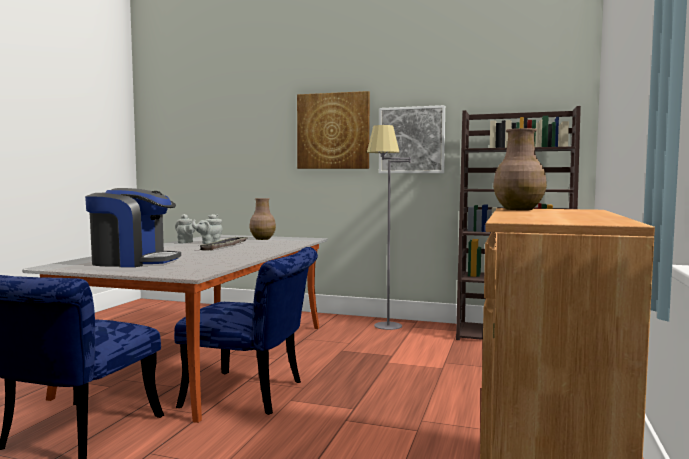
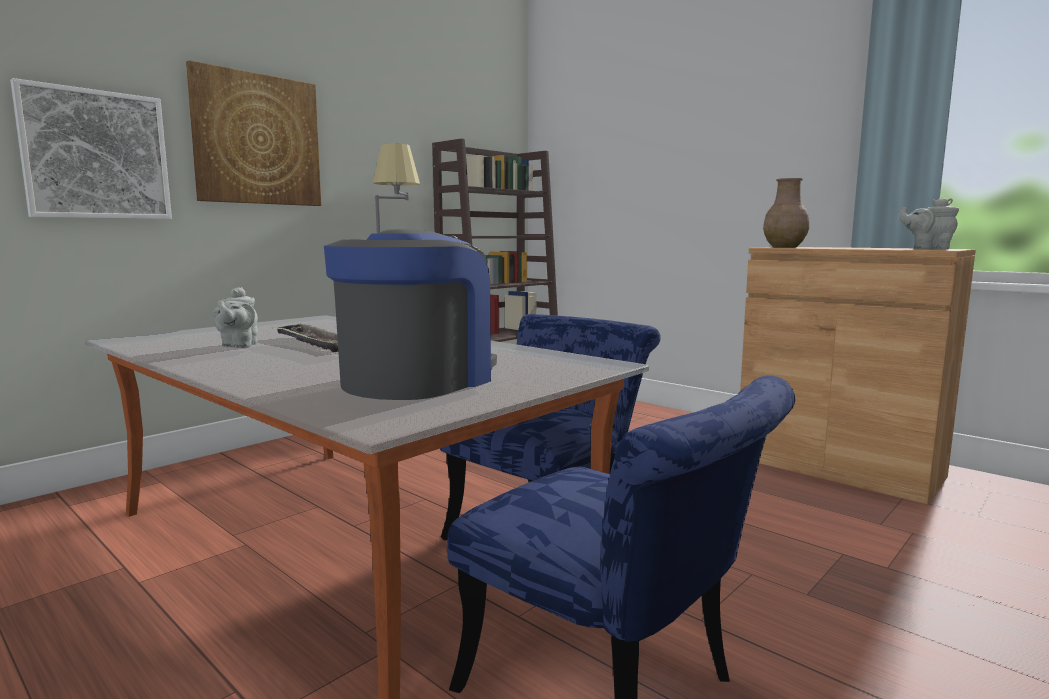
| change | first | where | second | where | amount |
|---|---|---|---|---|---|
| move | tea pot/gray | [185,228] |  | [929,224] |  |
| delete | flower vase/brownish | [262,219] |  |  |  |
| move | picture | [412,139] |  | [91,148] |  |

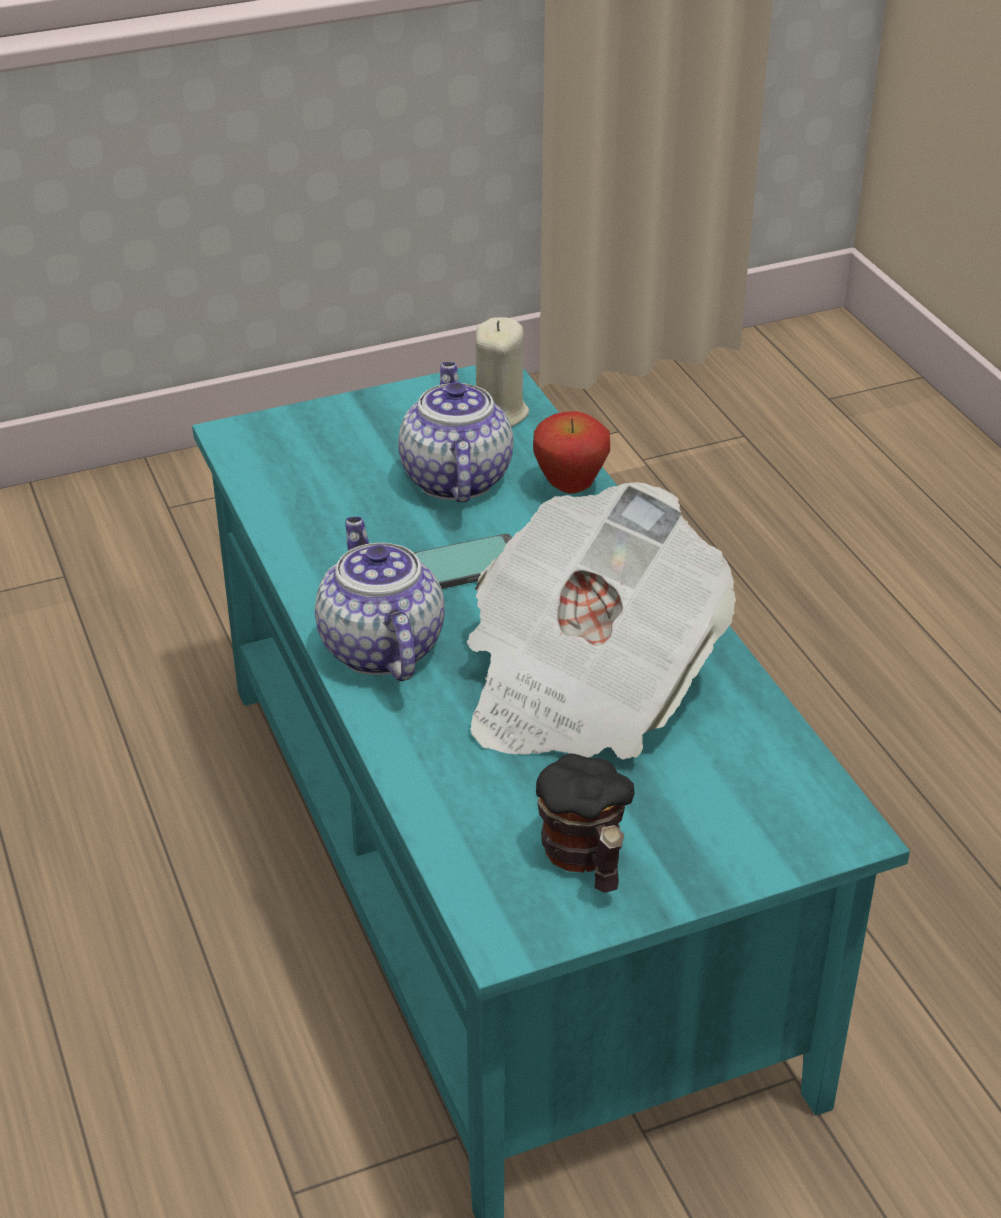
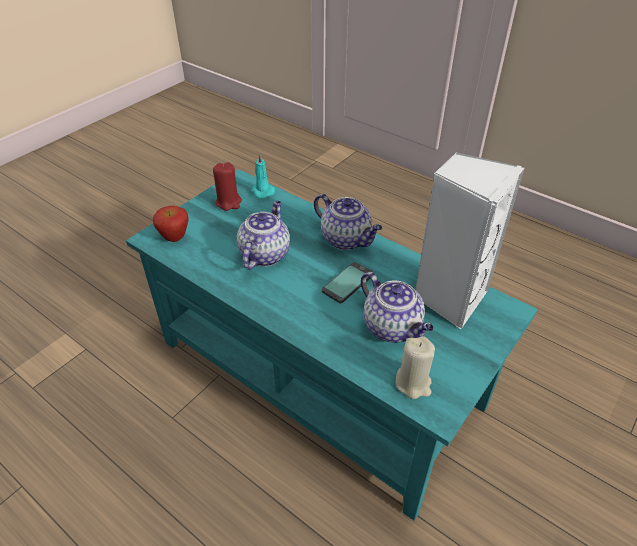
| change | first | where | second | where | amount |
|---|---|---|---|---|---|
| replace | printed paper | [601,620] | tea pot | [263,235] |  |
| move | apple | [571,452] |  | [171,224] |  |
| replace | tea mug | [585,823] | wax candle/reddish | [227,186] |  |
| insert |  |  | wax candle/blue-green | [263,175] |  |
| insert |  |  | loudspeaker/white-coloured | [470,241] |  |

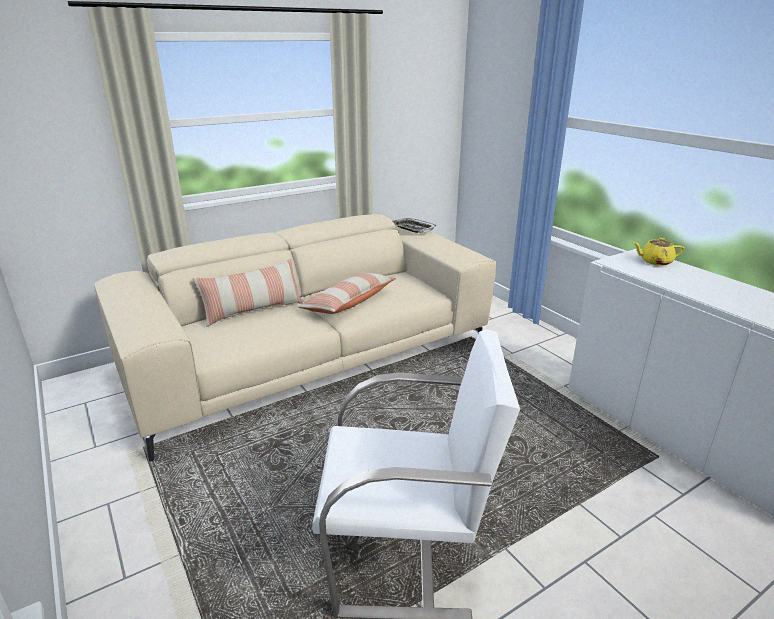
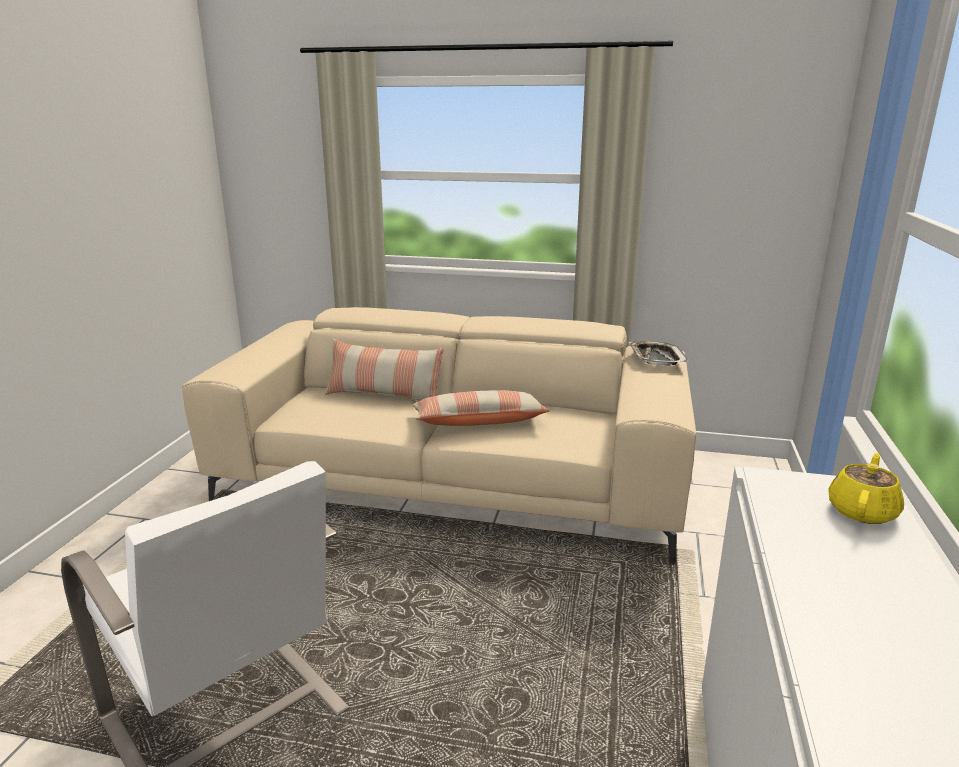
| change | first | where | second | where | amount |
|---|---|---|---|---|---|
| rotate | tea pot/yellow-coloured | [658,252] |  | [866,488] | 75 degrees clockwise |

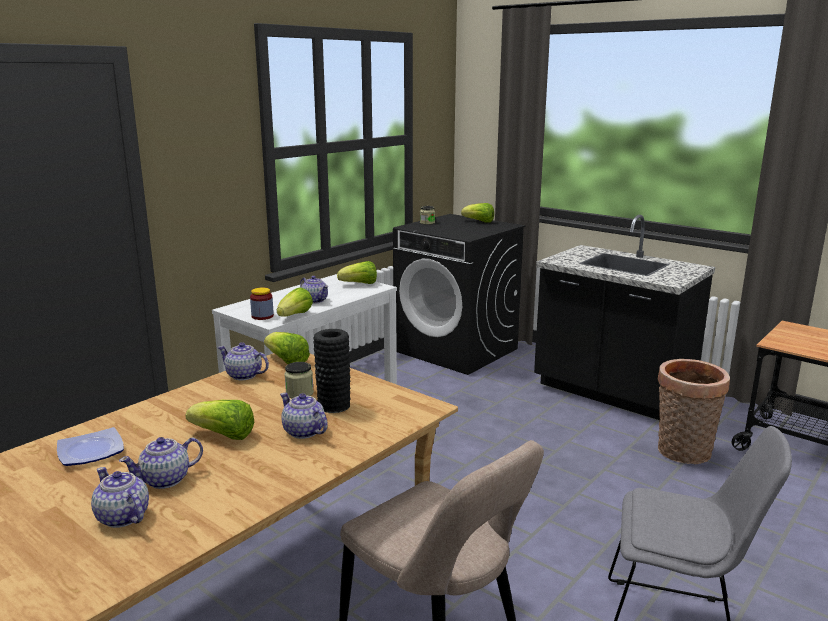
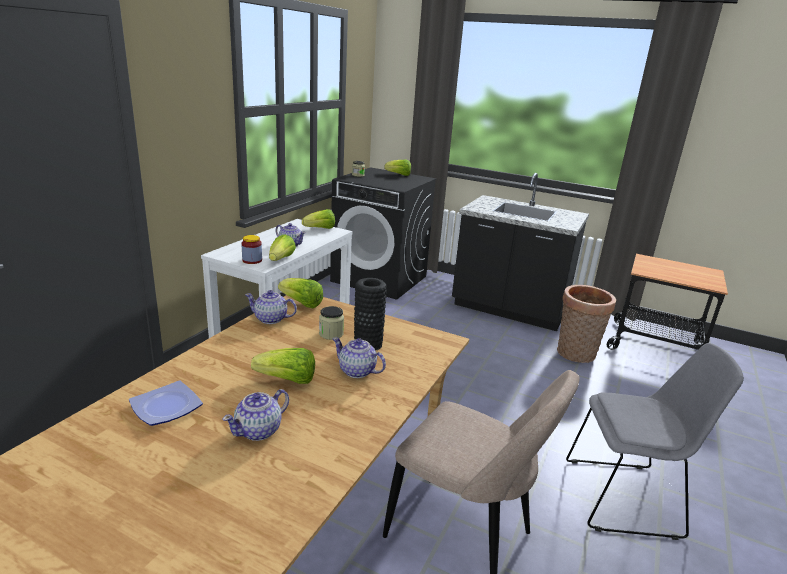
| change | first | where | second | where | amount |
|---|---|---|---|---|---|
| delete | tea pot | [120,497] |  |  |  |

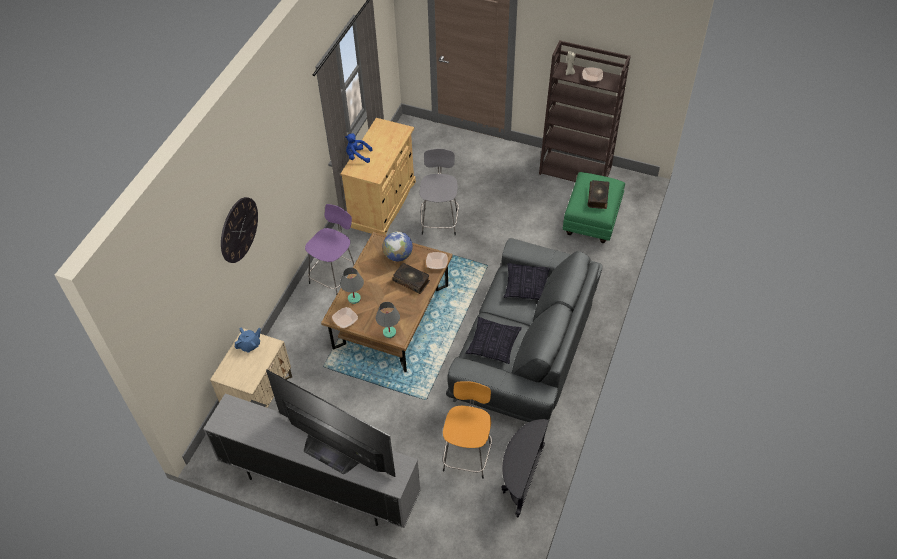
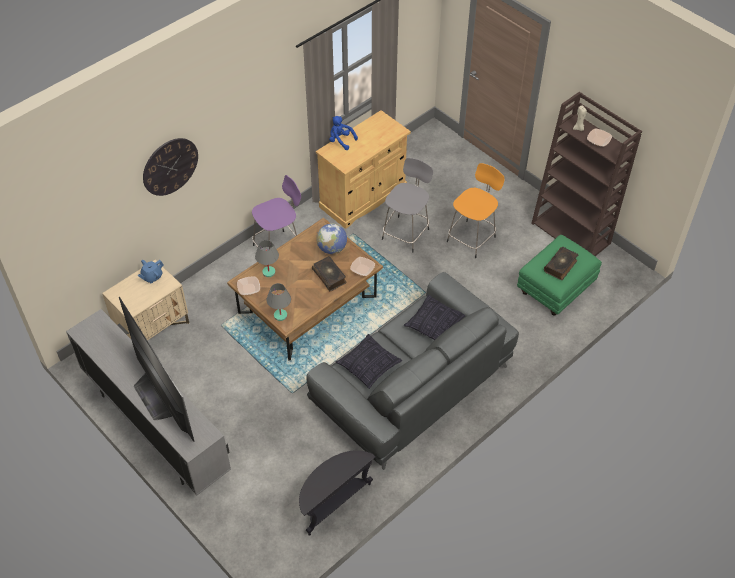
| change | first | where | second | where | amount |
|---|---|---|---|---|---|
| rotate | tea pot/blue-coloured | [248,340] |  | [150,271] | 150 degrees clockwise |
| move | sitting stool/orangey | [467,430] |  | [476,210] |  |

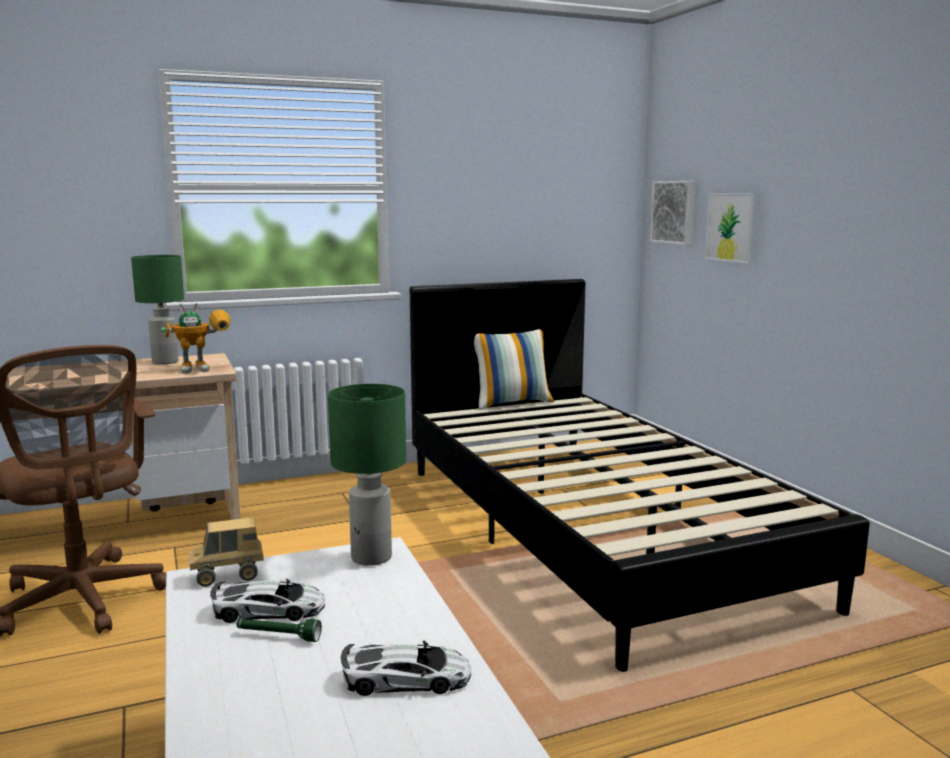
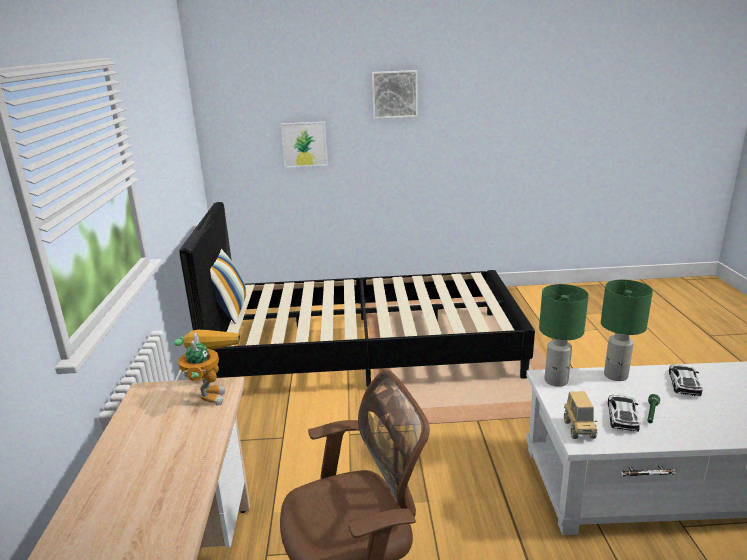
| change | first | where | second | where | amount |
|---|---|---|---|---|---|
| move | tabletop lamp/greenish | [157,310] |  | [627,330] |  |
| move | picture | [673,213] |  | [395,94] |  |

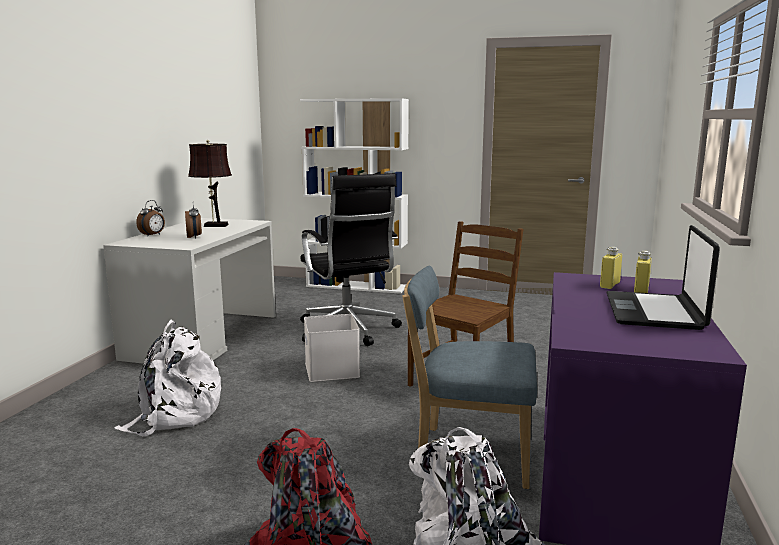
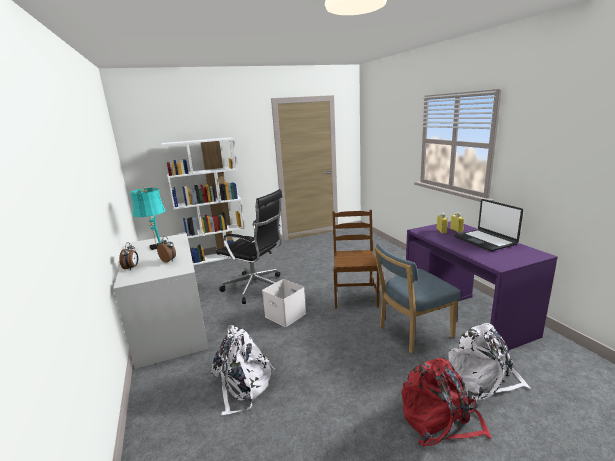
| change | first | where | second | where | amount |
|---|---|---|---|---|---|
| recolor | tabletop lamp/brownish | [210,183] | tabletop lamp/blue-green | [148,218] |  |

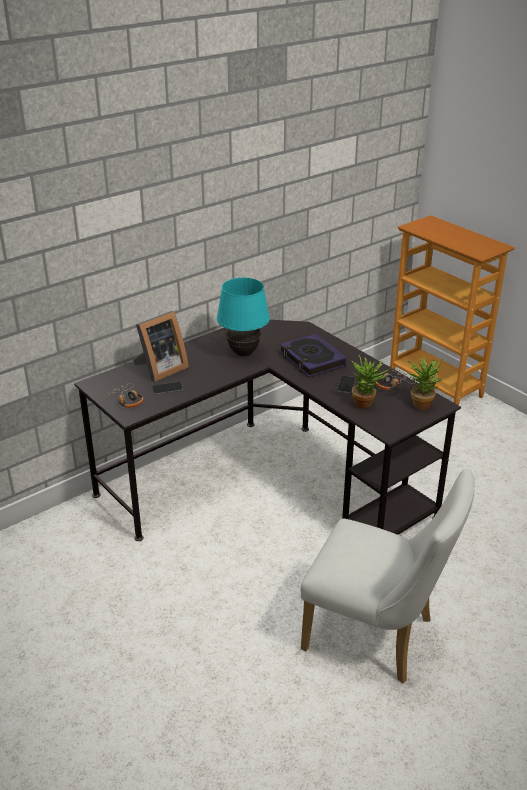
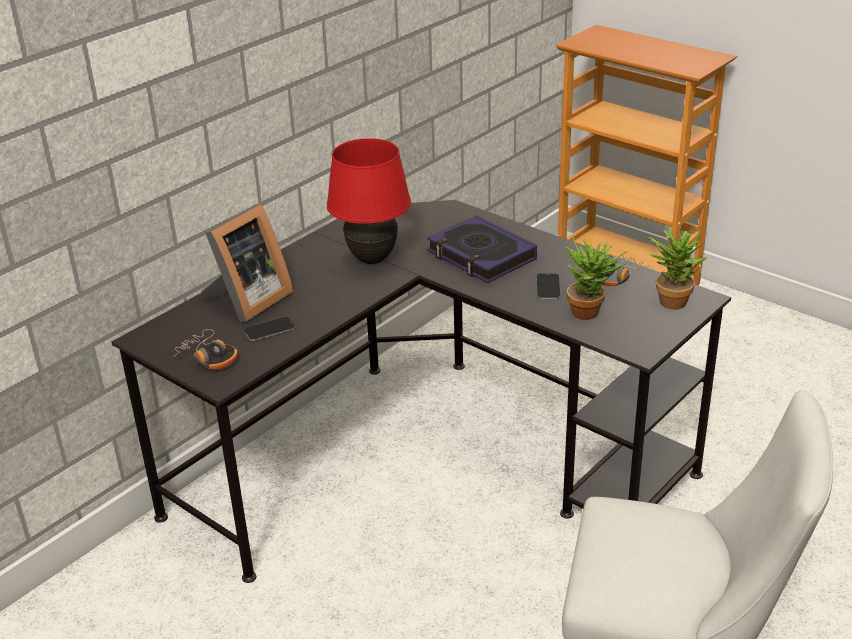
| change | first | where | second | where | amount |
|---|---|---|---|---|---|
| recolor | tabletop lamp/blue-green | [243,317] | tabletop lamp/reddish | [369,201] |  |

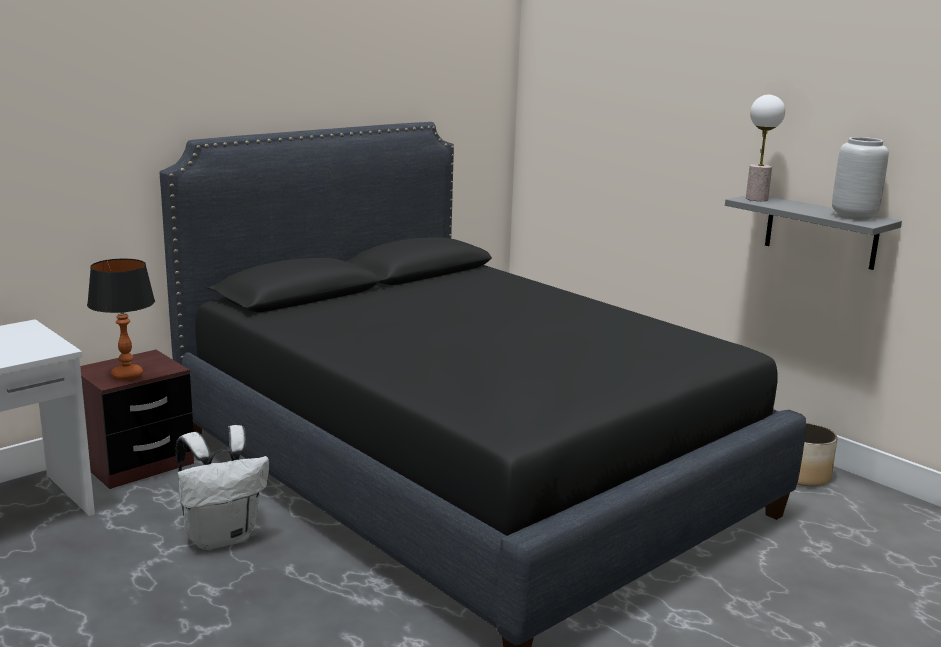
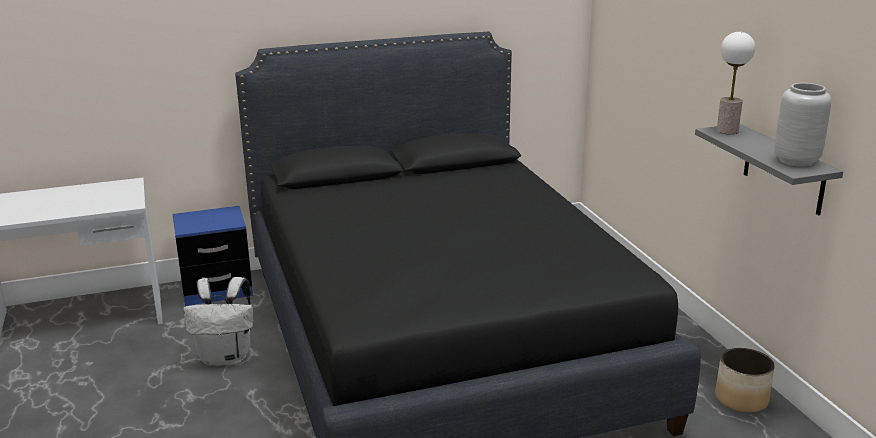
| change | first | where | second | where | amount |
|---|---|---|---|---|---|
| recolor | nightstand/brownish | [137,419] | nightstand/blue-coloured | [212,256] |  |
| delete | tabletop lamp | [121,320] |  |  |  |

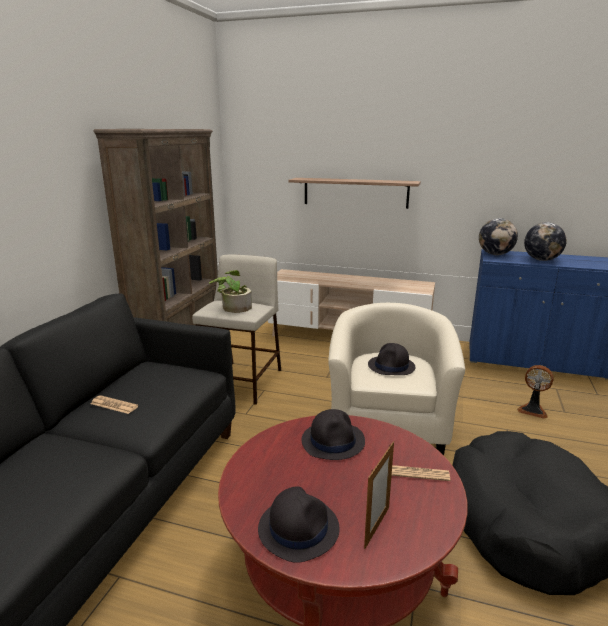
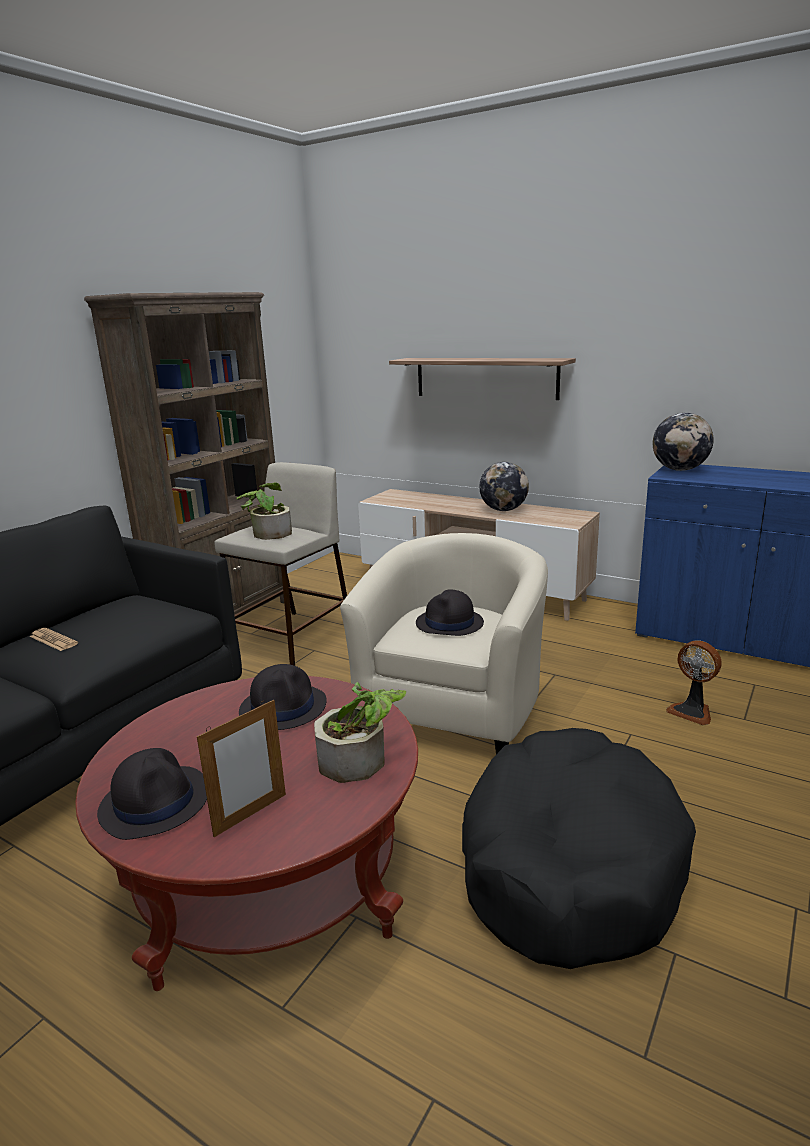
| change | first | where | second | where | amount |
|---|---|---|---|---|---|
| replace | printed paper | [421,473] | houseplant | [360,732] |  |
| move | globe | [545,241] |  | [504,486] |  |

